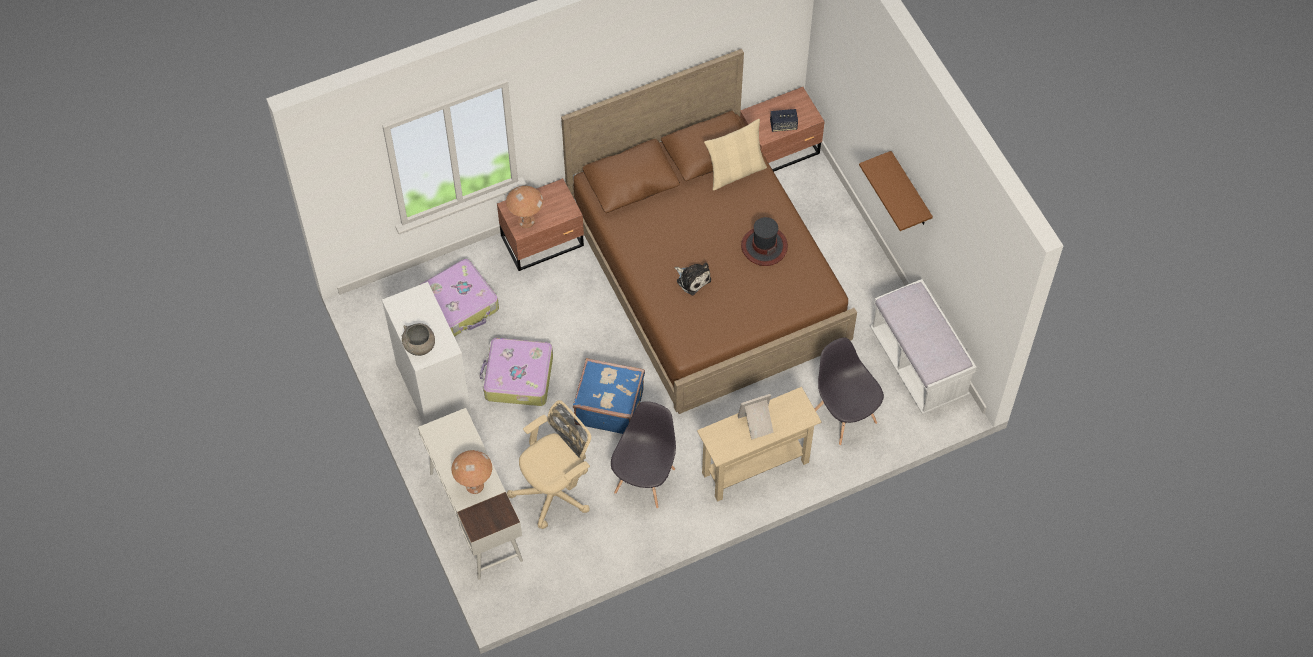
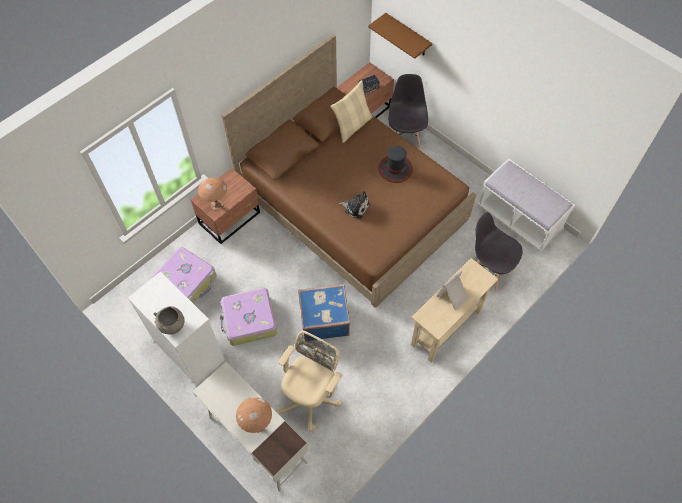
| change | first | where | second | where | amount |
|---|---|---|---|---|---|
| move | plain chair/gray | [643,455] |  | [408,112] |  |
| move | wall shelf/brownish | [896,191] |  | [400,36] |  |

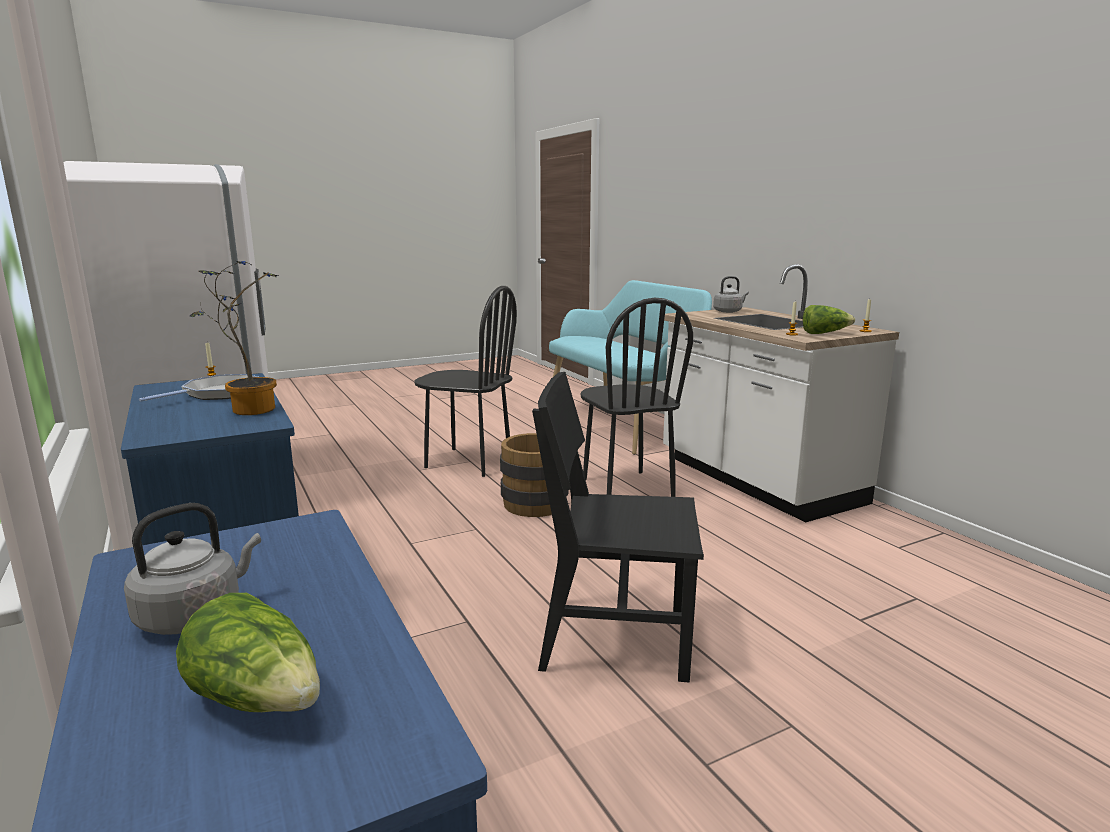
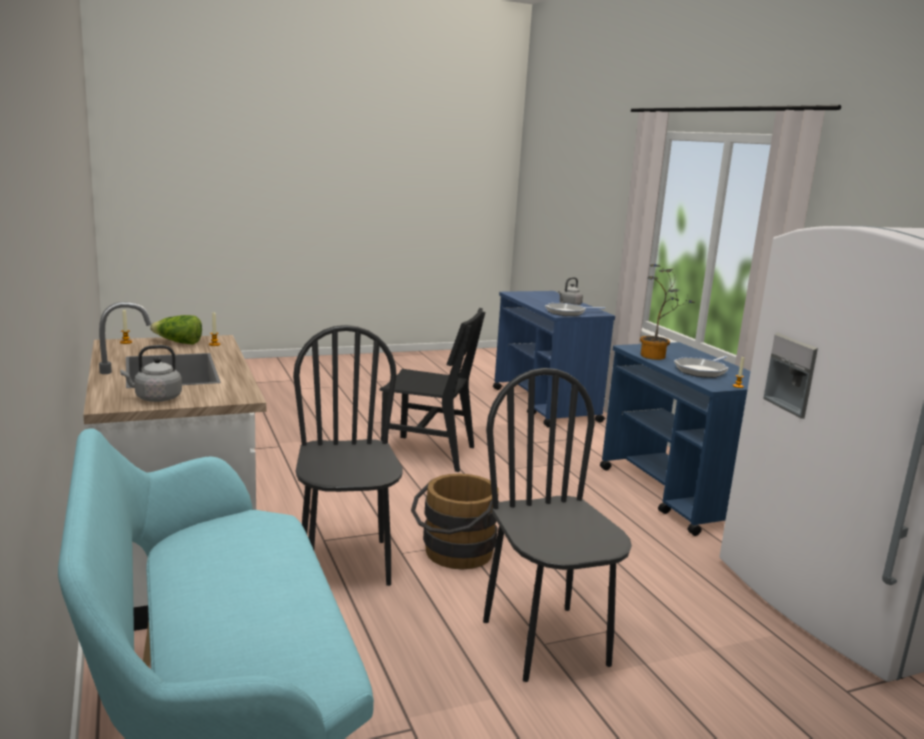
| change | first | where | second | where | amount |
|---|---|---|---|---|---|
| delete | lettuce head | [248,652] |  |  |  |
| rotate | plain chair/black-coloured | [465,381] |  | [557,525] | 45 degrees clockwise |
| insert |  |  | frying pan | [575,309] |  |

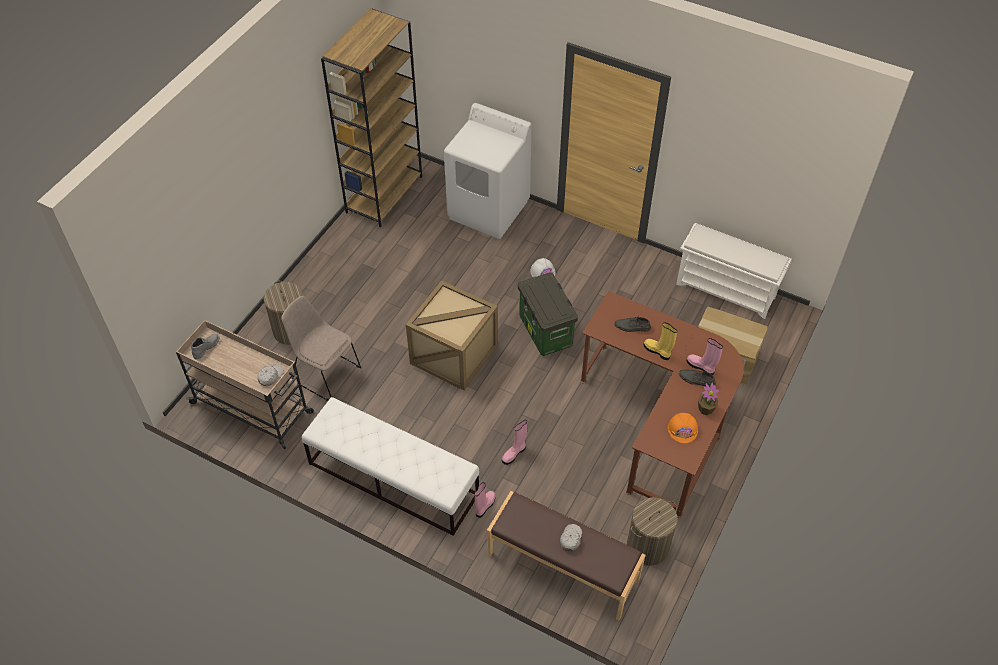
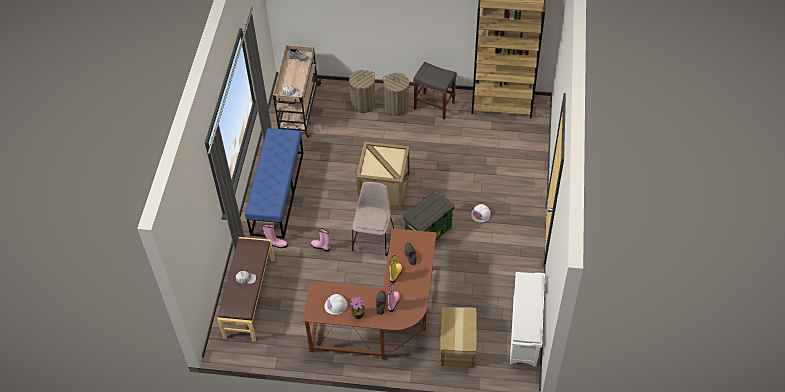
| change | first | where | second | where | amount |
|---|---|---|---|---|---|
| move | plain chair/beige | [321,348] |  | [373,219] |  |
| recolor | bench/white-coloured | [391,466] | bench/blue-coloured | [274,183] |  |
| delete | washing machine/white-coloured | [488,171] |  |  |  |
| move | hamper | [652,531] |  | [397,94] |  |
| recolor | work helmet/orangey | [683,428] | work helmet/white-coloured | [336,304] |  |
| insert |  |  | sitting stool/gray | [435,91] |  |

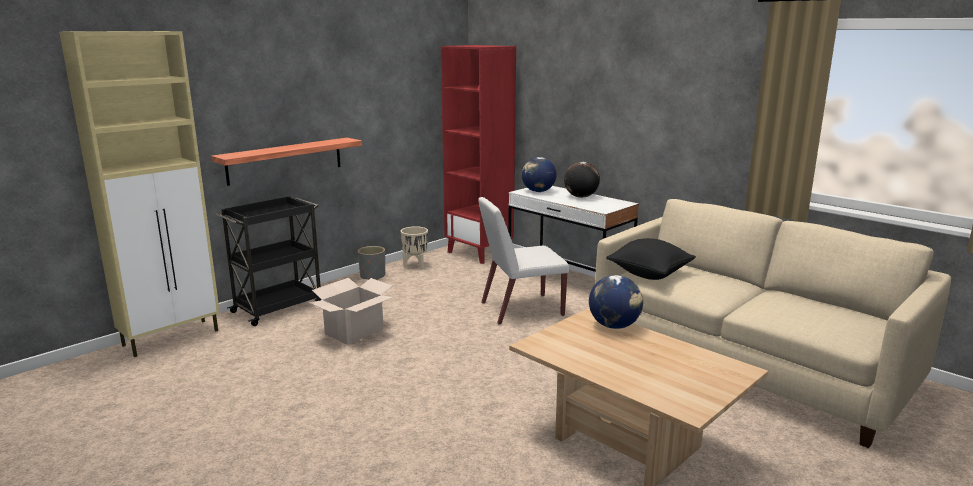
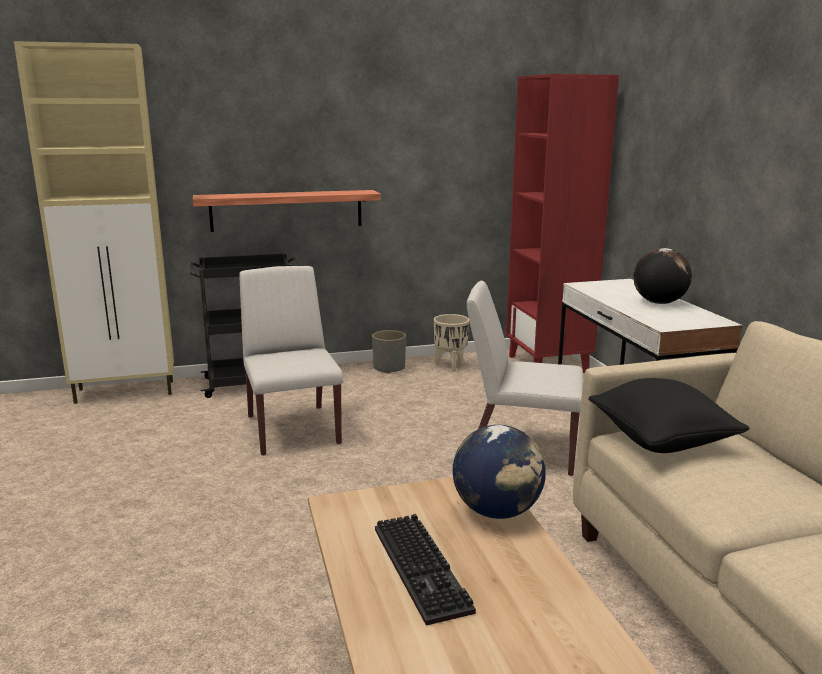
| change | first | where | second | where | amount |
|---|---|---|---|---|---|
| replace | packing box | [350,311] | plain chair/white-coloured | [291,361] |  |
| delete | globe | [539,174] |  |  |  |
| insert |  |  | PC keyboard | [425,570] |  |

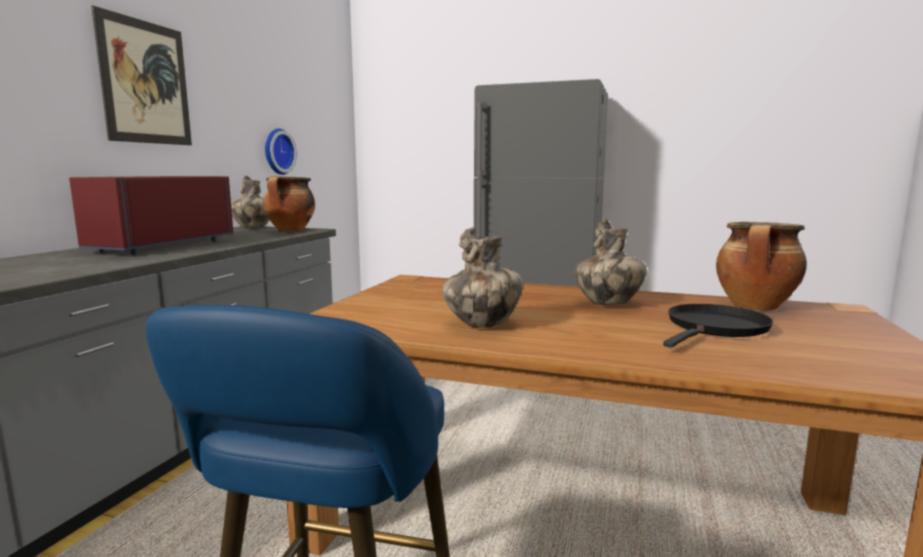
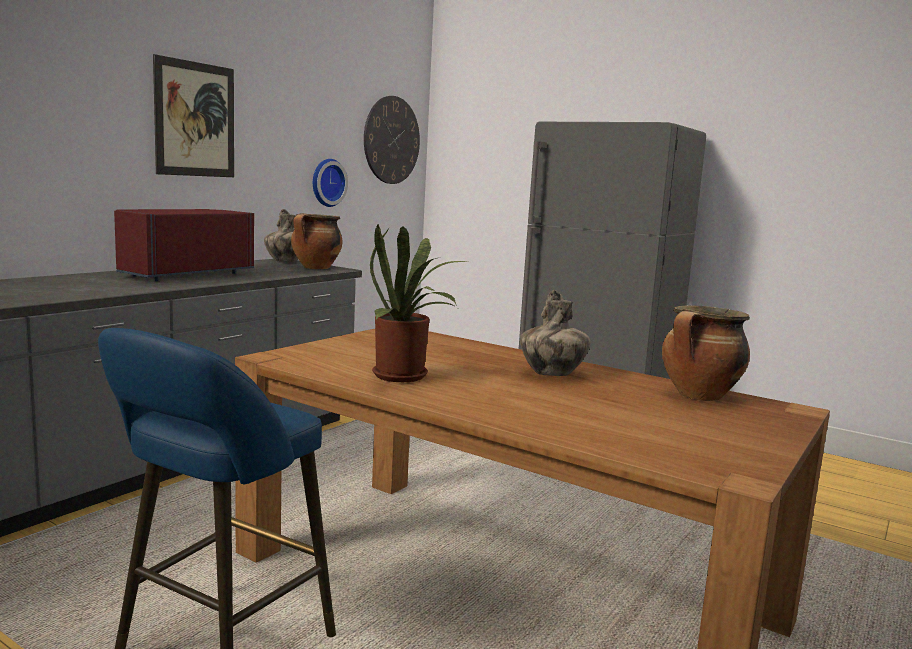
| change | first | where | second | where | amount |
|---|---|---|---|---|---|
| replace | flower vase | [482,277] | houseplant | [418,303] |  |
| delete | frying pan/black-coloured | [718,326] |  |  |  |
| insert |  |  | hanging clock | [392,140] |  |

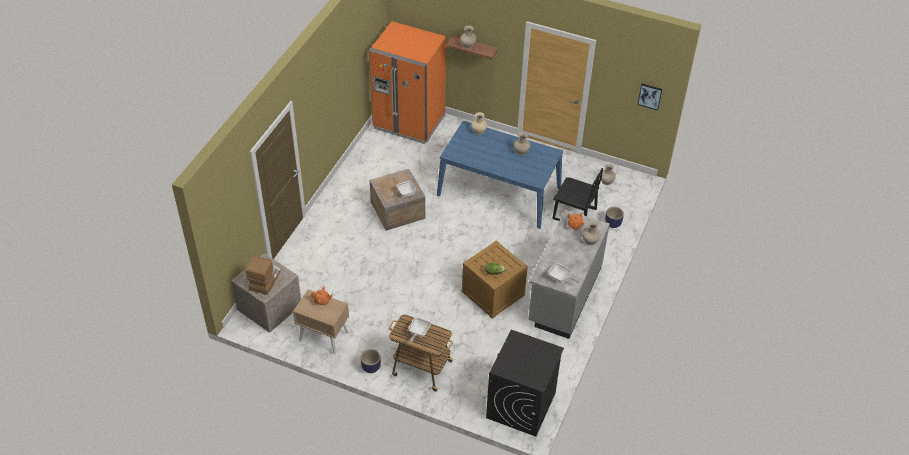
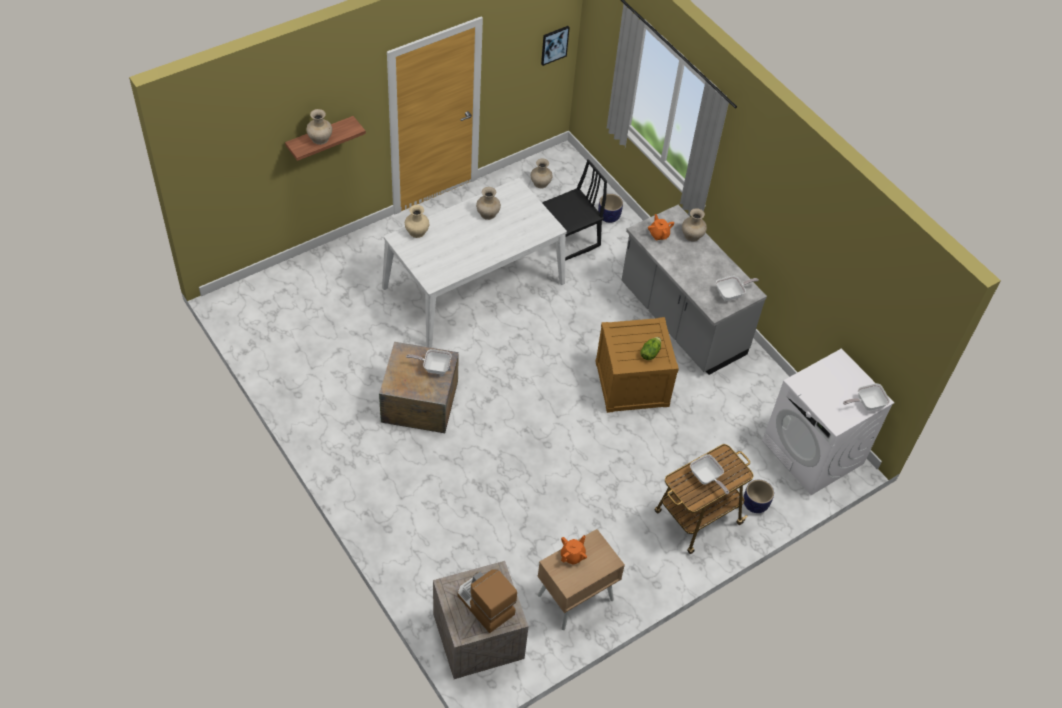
| change | first | where | second | where | amount |
|---|---|---|---|---|---|
| move | plant pot | [371,361] |  | [758,496] |  |
| delete | refrigerator/orangey | [407,82] |  |  |  |
| recolor | dinner table/blue-coloured | [500,175] | dinner table/white-coloured | [474,263] |  |
| recolor | washing machine/black-coloured | [525,383] | washing machine/white-coloured | [828,421] |  |
| insert |  |  | frying pan | [866,397] |  |

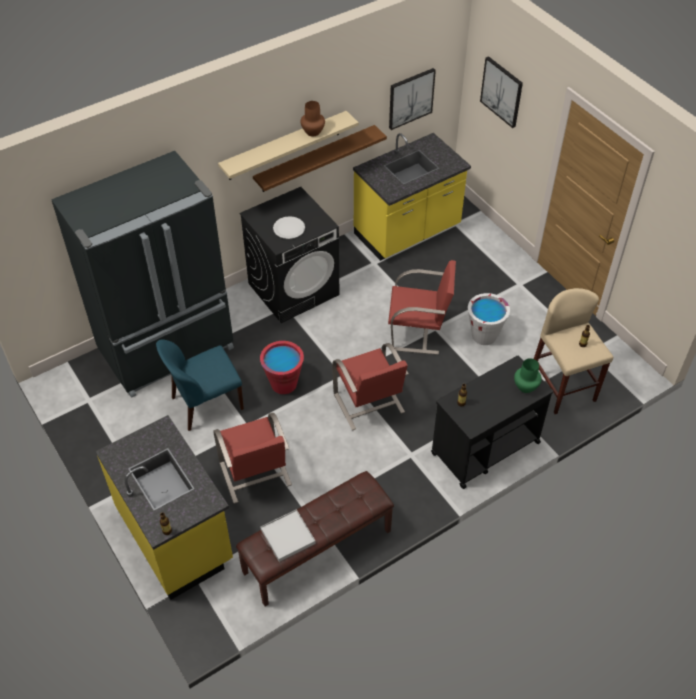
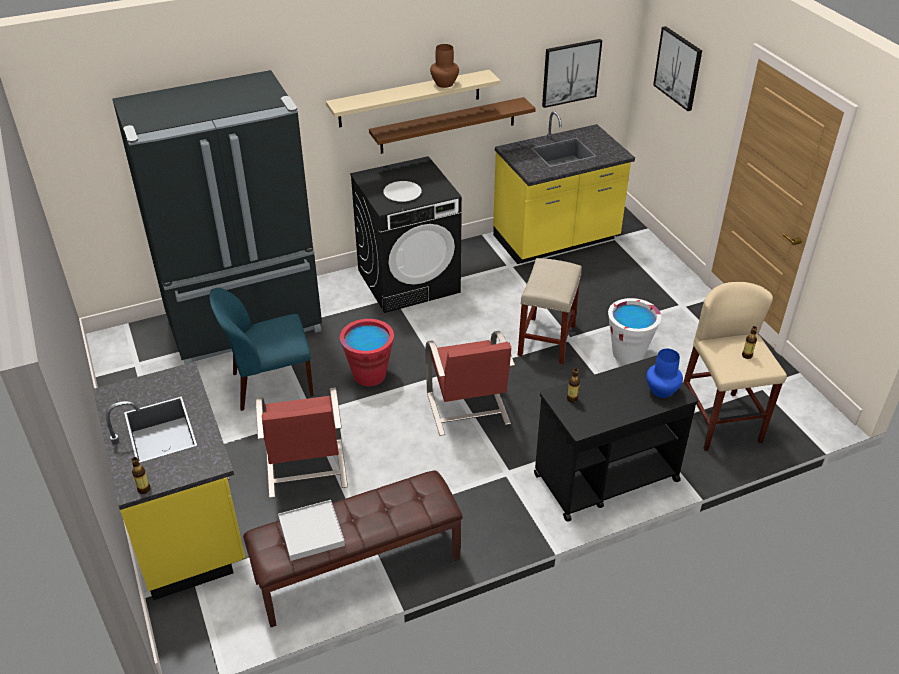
| change | first | where | second | where | amount |
|---|---|---|---|---|---|
| replace | plain chair/reddish | [422,307] | sitting stool/beige | [550,311] |  |
| recolor | flower vase/greenish | [528,375] | flower vase/blue-coloured | [664,373] |  |

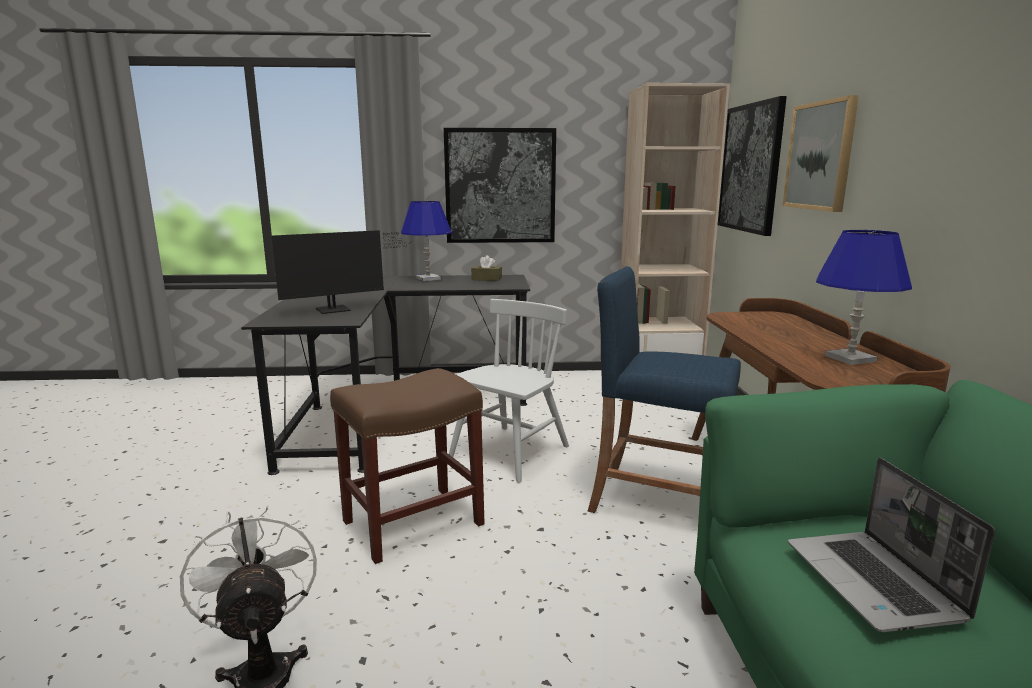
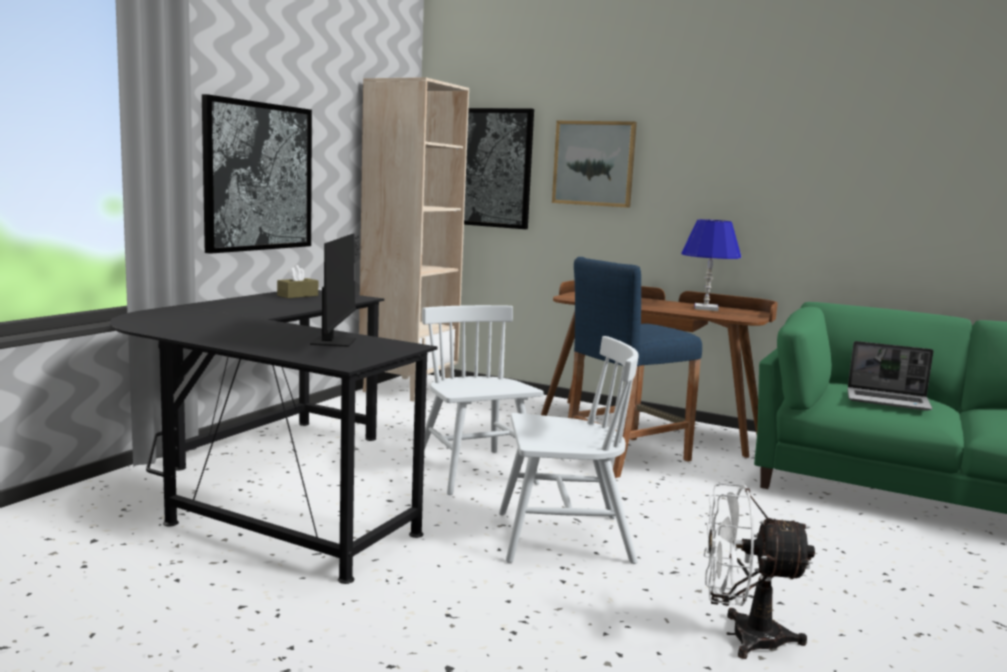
| change | first | where | second | where | amount |
|---|---|---|---|---|---|
| replace | sitting stool/brownish | [407,466] | plain chair/white-coloured | [569,450] |  |
| delete | tabletop lamp/blue-coloured | [426,241] |  |  |  |

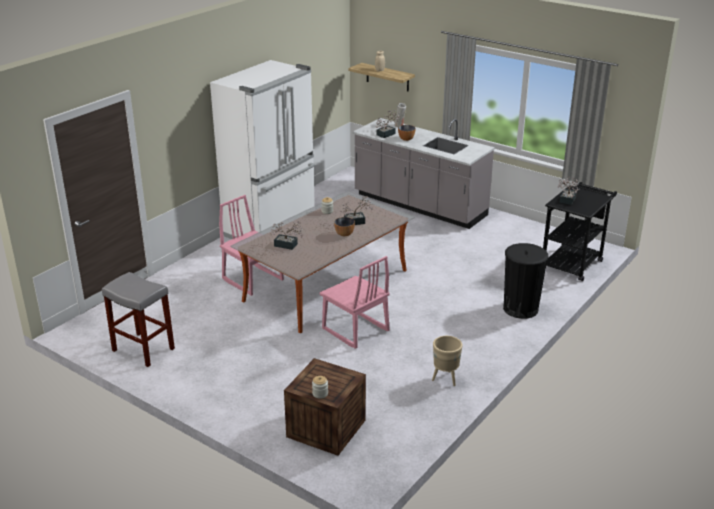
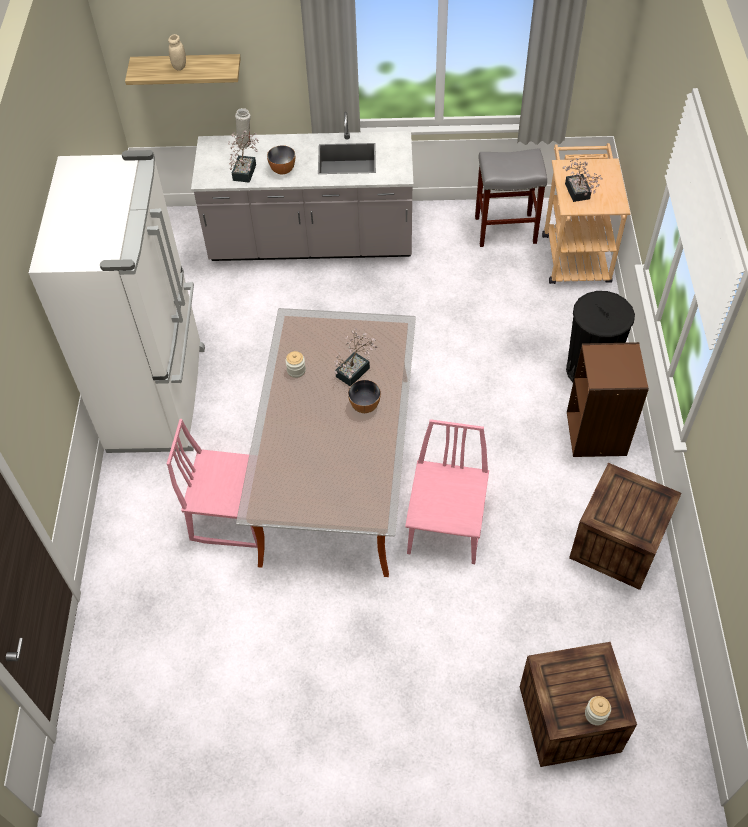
| change | first | where | second | where | amount |
|---|---|---|---|---|---|
| move | sitting stool/gray | [138,319] |  | [511,197] |  |
| delete | houseplant | [286,235] |  |  |  |
| rotate | plain chair/pinkish | [354,302] |  | [447,491] | 90 degrees counterclockwise |
| replace | plant pot/beige | [447,361] | shipping crate | [625,526] |  |
| recolor | wheeled cart/black-coloured | [580,231] | wheeled cart/beige | [586,213] |  |
| insert |  |  | shelving unit/brownish | [608,399] |  |

